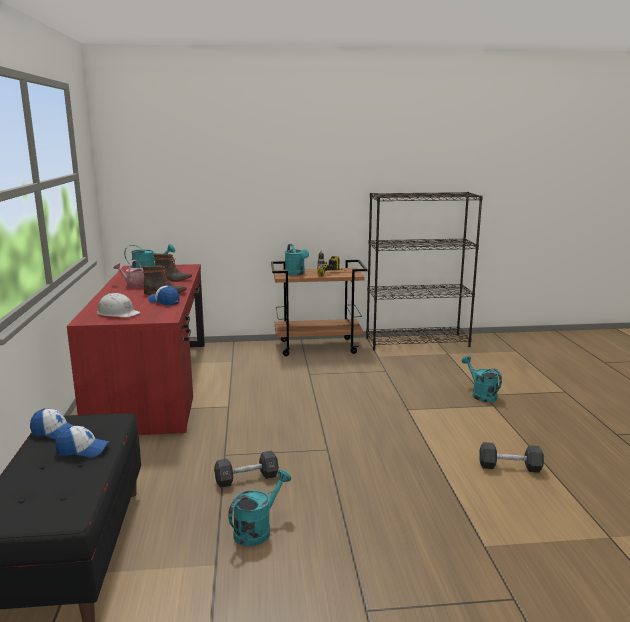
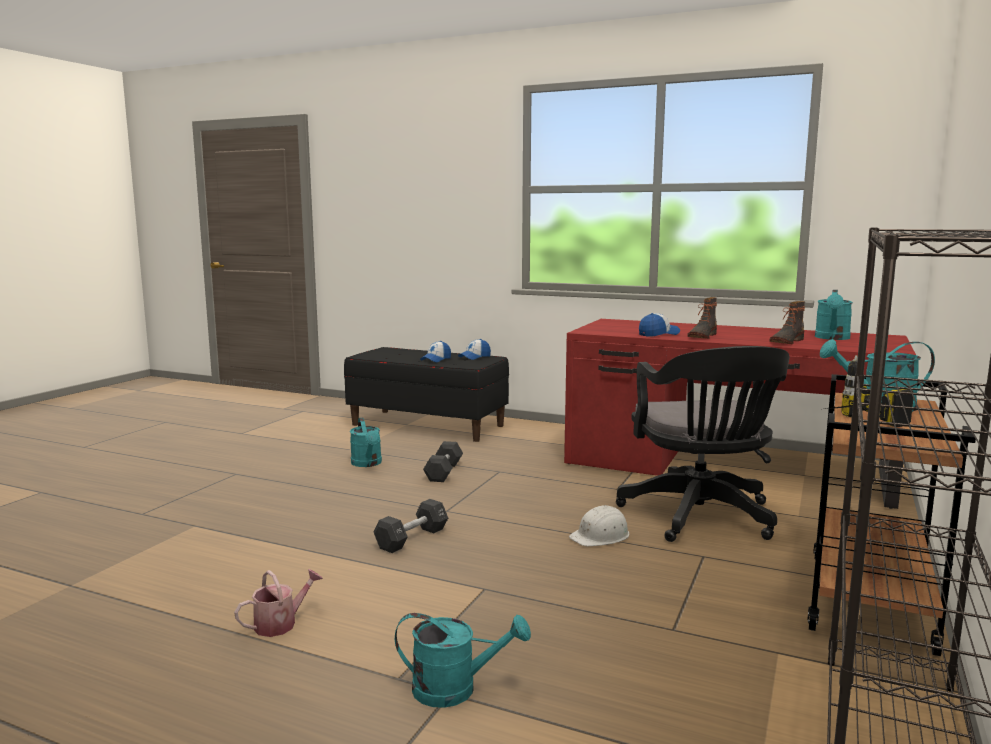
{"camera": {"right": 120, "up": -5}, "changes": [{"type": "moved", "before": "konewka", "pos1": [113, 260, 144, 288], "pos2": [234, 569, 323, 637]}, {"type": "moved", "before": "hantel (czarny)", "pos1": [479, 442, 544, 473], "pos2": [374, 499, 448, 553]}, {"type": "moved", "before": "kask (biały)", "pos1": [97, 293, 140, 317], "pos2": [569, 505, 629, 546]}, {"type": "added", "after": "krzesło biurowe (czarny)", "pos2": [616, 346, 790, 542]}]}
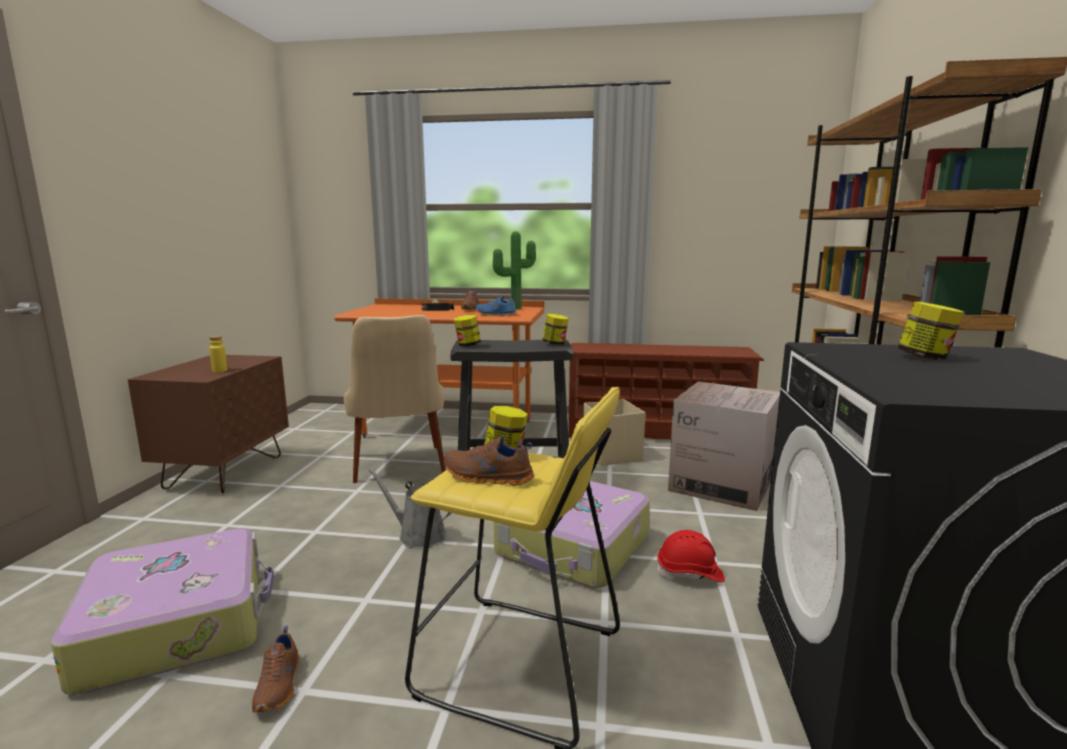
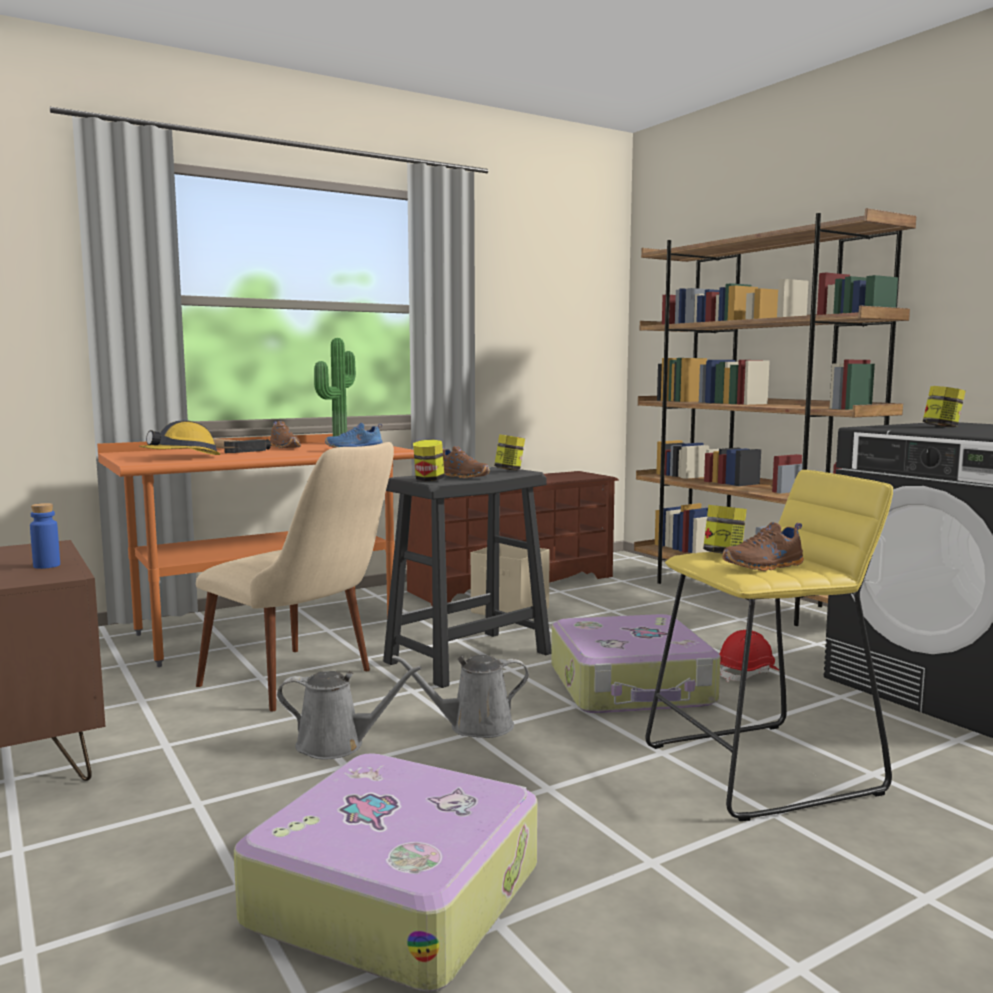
{"camera": {"right": -40, "up": -5}, "changes": [{"type": "recoloured", "before": "butelka (żółty)", "after": "butelka (niebieski)", "pos1": [209, 336, 228, 372], "pos2": [30, 503, 60, 569]}, {"type": "added", "after": "kask", "pos2": [139, 420, 220, 455]}, {"type": "added", "after": "konewka (szary)", "pos2": [277, 666, 421, 759]}, {"type": "moved", "before": "but (brązowy)", "pos1": [252, 626, 299, 713], "pos2": [443, 446, 490, 479]}, {"type": "removed", "before": "karton", "pos1": [668, 382, 780, 511]}]}
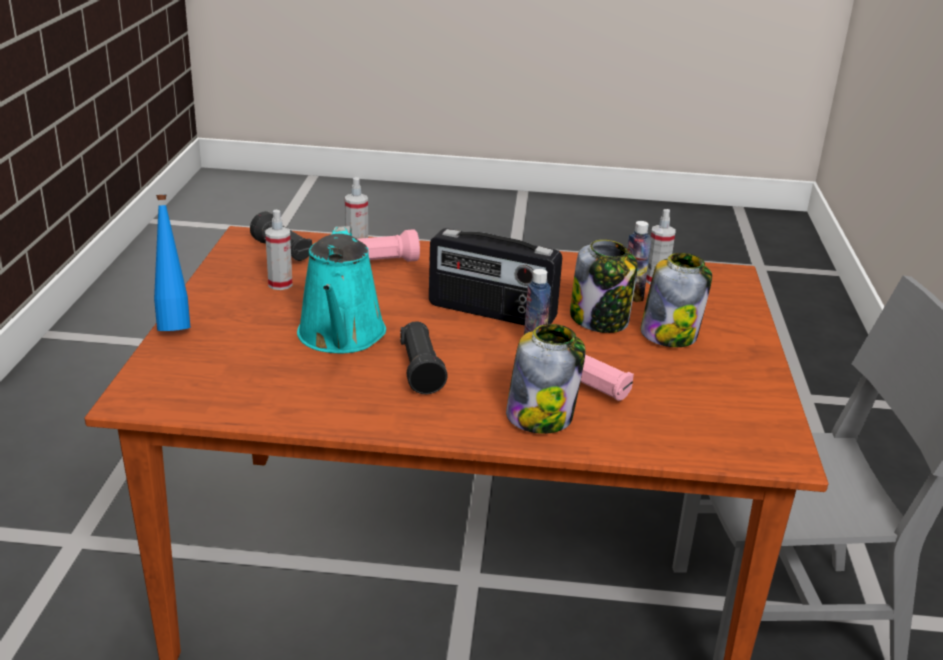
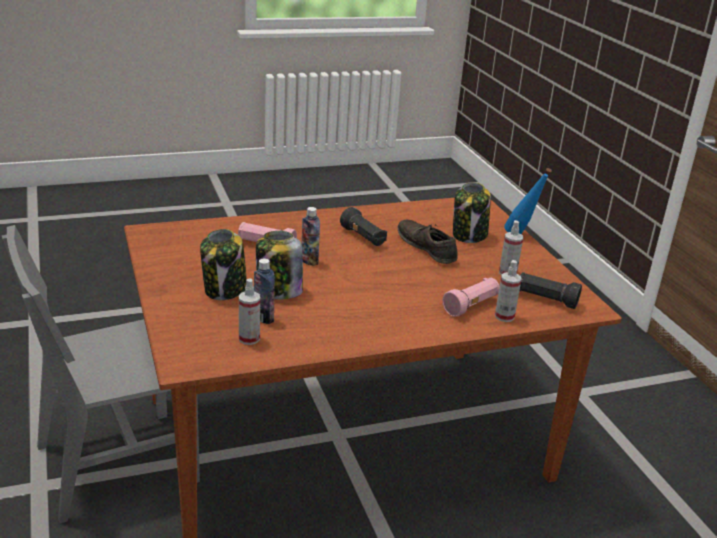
{"camera": {"right": 155, "up": 0}, "changes": [{"type": "replaced", "before": "konewka (turkusowy)", "after": "but (brązowy)", "pos1": [297, 226, 386, 354], "pos2": [398, 220, 458, 264]}, {"type": "moved", "before": "słoik", "pos1": [506, 324, 586, 434], "pos2": [453, 182, 491, 243]}, {"type": "removed", "before": "radio", "pos1": [429, 228, 562, 326]}]}
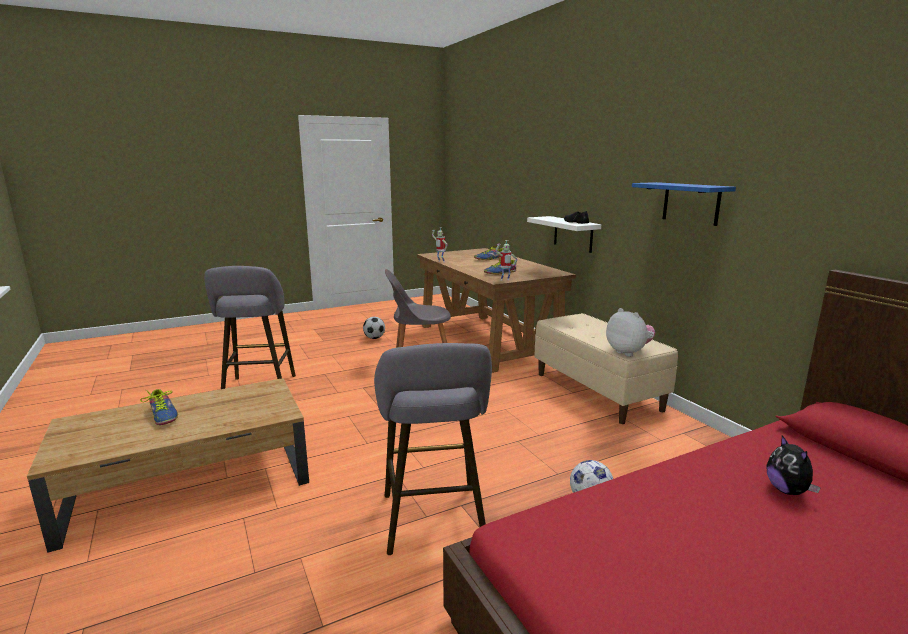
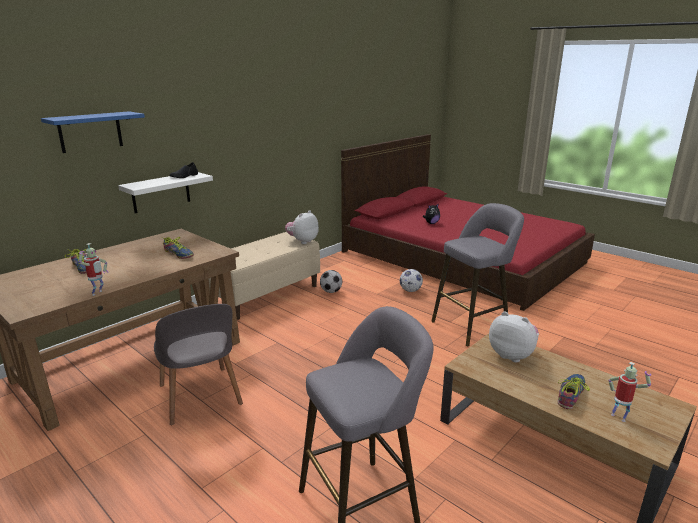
{"camera": {"right": -110, "up": 5}, "changes": [{"type": "moved", "before": "półka (niebieski)", "pos1": [632, 182, 736, 226], "pos2": [41, 111, 145, 153]}, {"type": "moved", "before": "piłka futbolowa", "pos1": [363, 317, 385, 339], "pos2": [320, 270, 342, 293]}, {"type": "added", "after": "pluszak", "pos2": [489, 311, 539, 363]}, {"type": "moved", "before": "robot zabawkowy", "pos1": [495, 240, 518, 281], "pos2": [608, 362, 652, 422]}]}
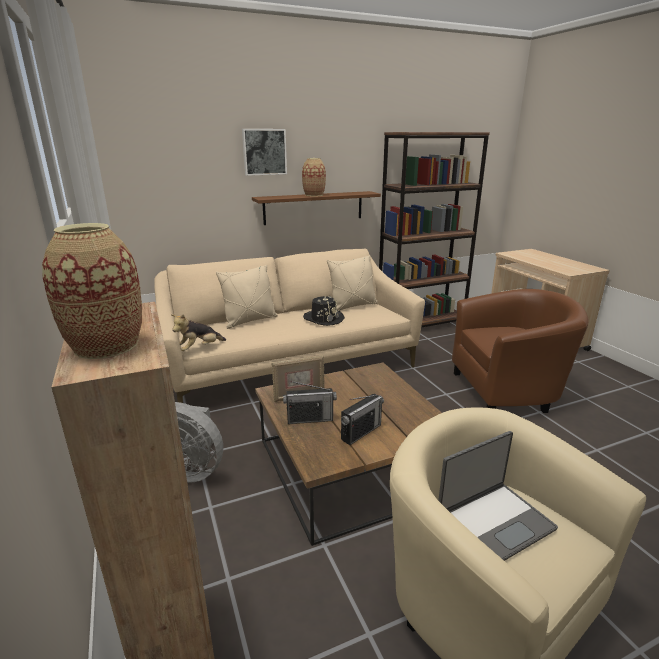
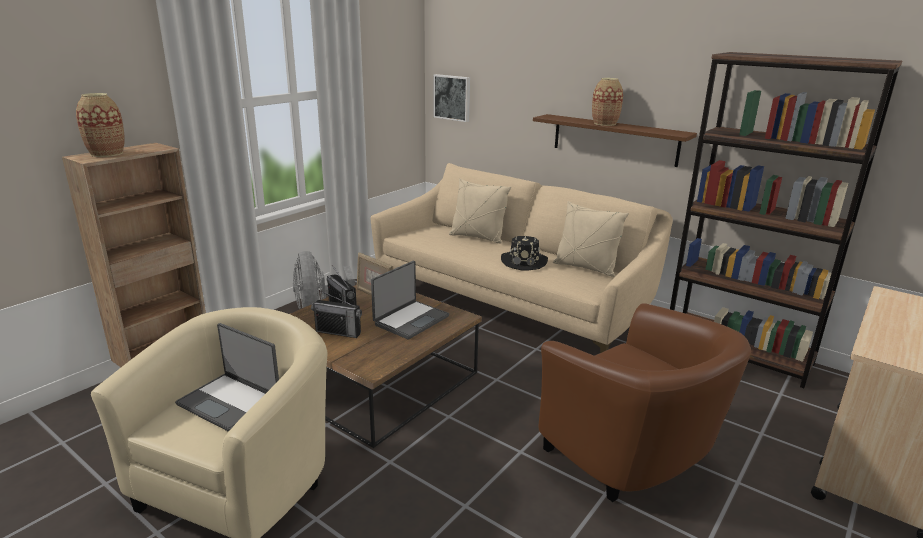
{"camera": {"right": 60, "up": 0}, "changes": [{"type": "added", "after": "laptop", "pos2": [371, 261, 449, 339]}, {"type": "moved", "before": "obraz", "pos1": [242, 129, 287, 176], "pos2": [434, 74, 470, 122]}, {"type": "removed", "before": "pluszak", "pos1": [172, 314, 226, 351]}]}
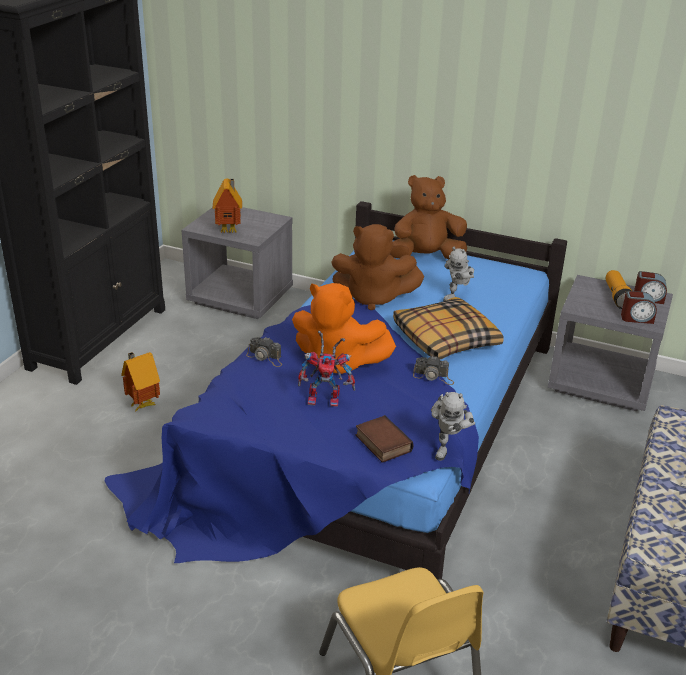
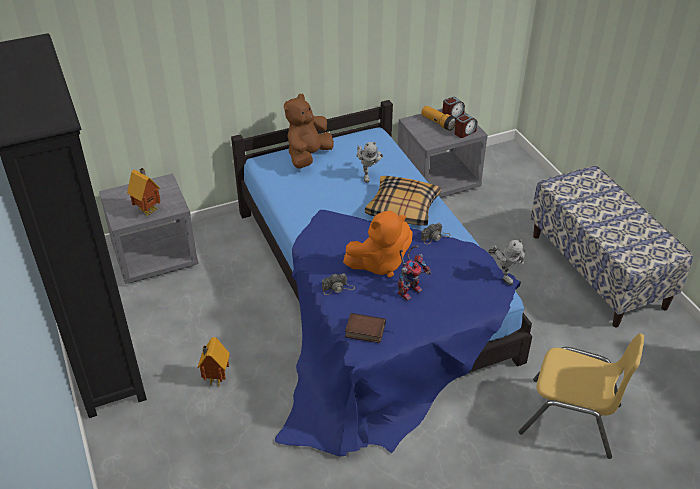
{"camera": {"right": -45, "up": 10}, "changes": [{"type": "moved", "before": "książka", "pos1": [356, 415, 414, 463], "pos2": [345, 313, 386, 343]}, {"type": "removed", "before": "pluszak (brązowy)", "pos1": [331, 224, 424, 310]}]}
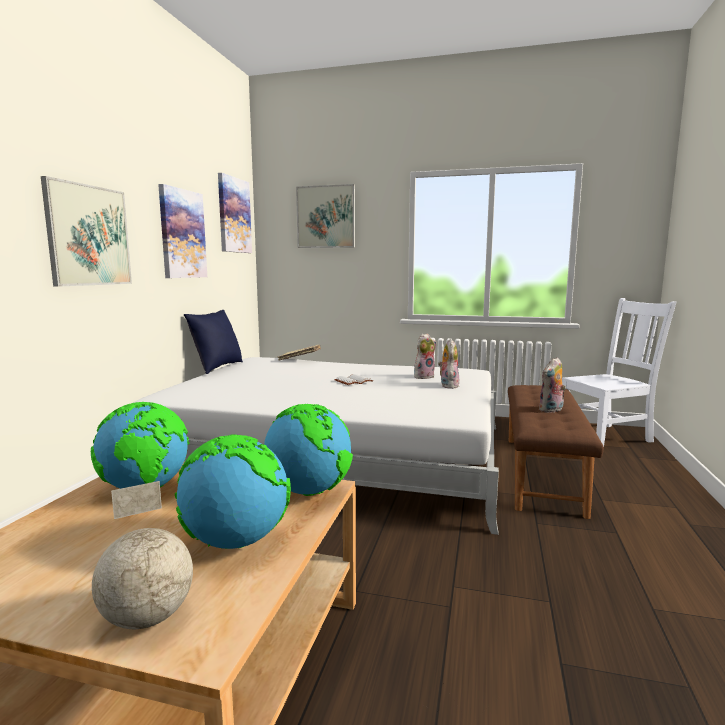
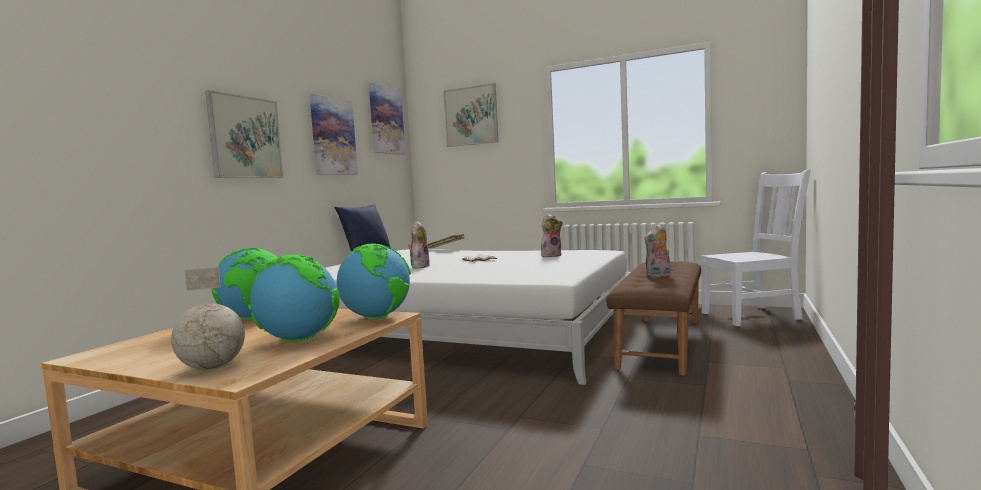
{"camera": {"right": 10, "up": -5}, "changes": [{"type": "moved", "before": "pluszak", "pos1": [438, 339, 459, 389], "pos2": [408, 221, 430, 269]}]}
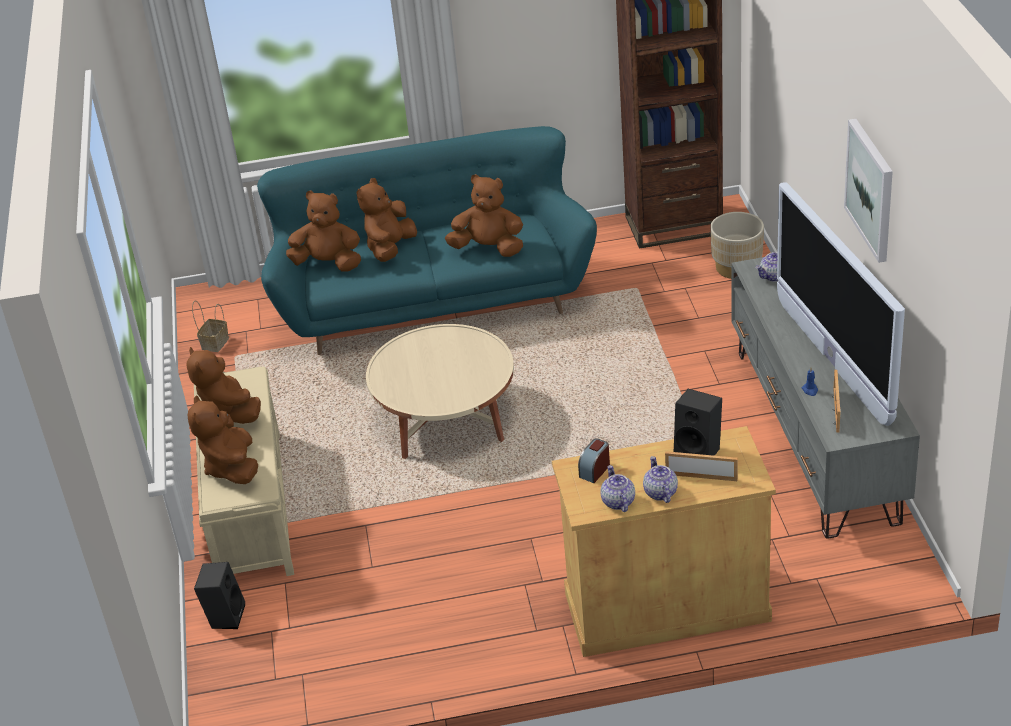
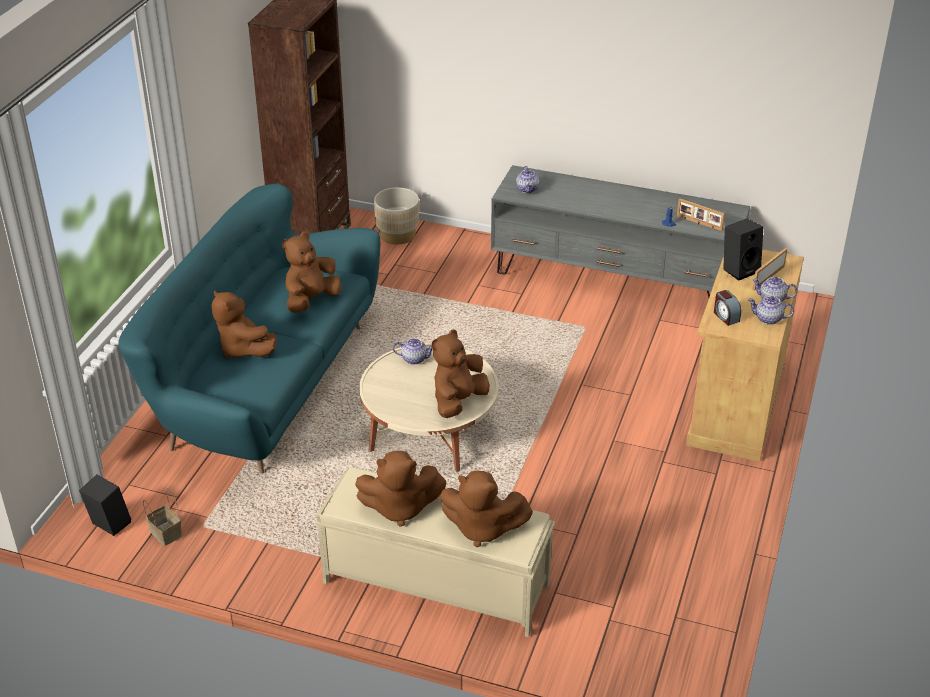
{"camera": {"right": -65, "up": 0}, "changes": [{"type": "moved", "before": "głośnik (czarny)", "pos1": [194, 562, 245, 629], "pos2": [79, 475, 131, 536]}, {"type": "added", "after": "imbryk", "pos2": [393, 338, 432, 365]}, {"type": "moved", "before": "pluszak (brązowy)", "pos1": [286, 191, 361, 272], "pos2": [432, 329, 490, 418]}, {"type": "removed", "before": "telewizor", "pos1": [777, 182, 905, 426]}, {"type": "removed", "before": "obraz", "pos1": [844, 119, 893, 263]}]}
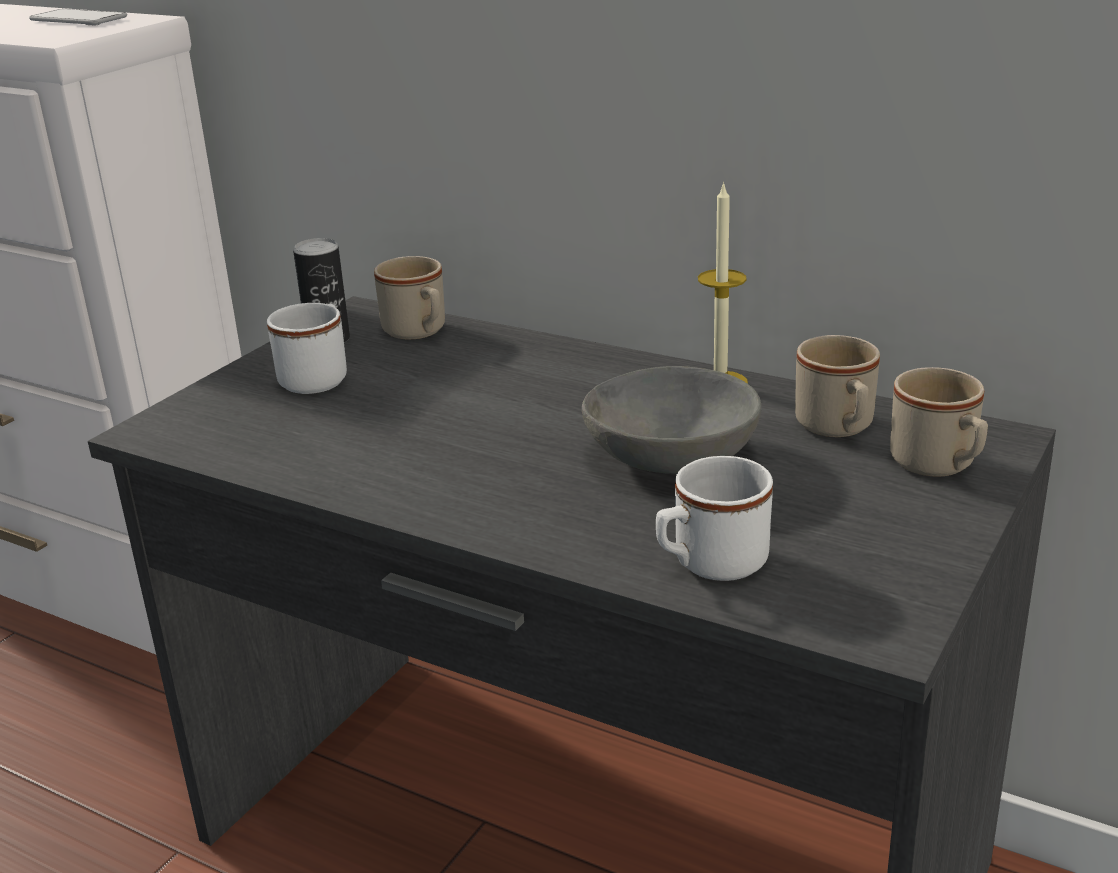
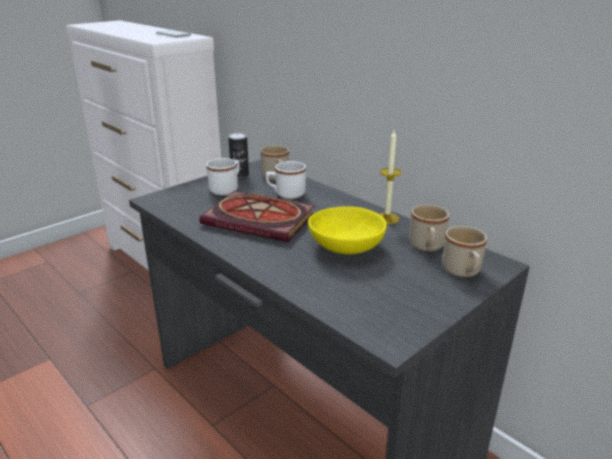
{"camera": {"right": 15, "up": 0}, "changes": [{"type": "added", "after": "książka", "pos2": [199, 191, 315, 242]}, {"type": "moved", "before": "kubek (biały)", "pos1": [656, 456, 773, 581], "pos2": [266, 161, 306, 199]}, {"type": "recoloured", "before": "miska (szary)", "after": "miska (żółty)", "pos1": [582, 366, 761, 474], "pos2": [308, 206, 387, 254]}]}
